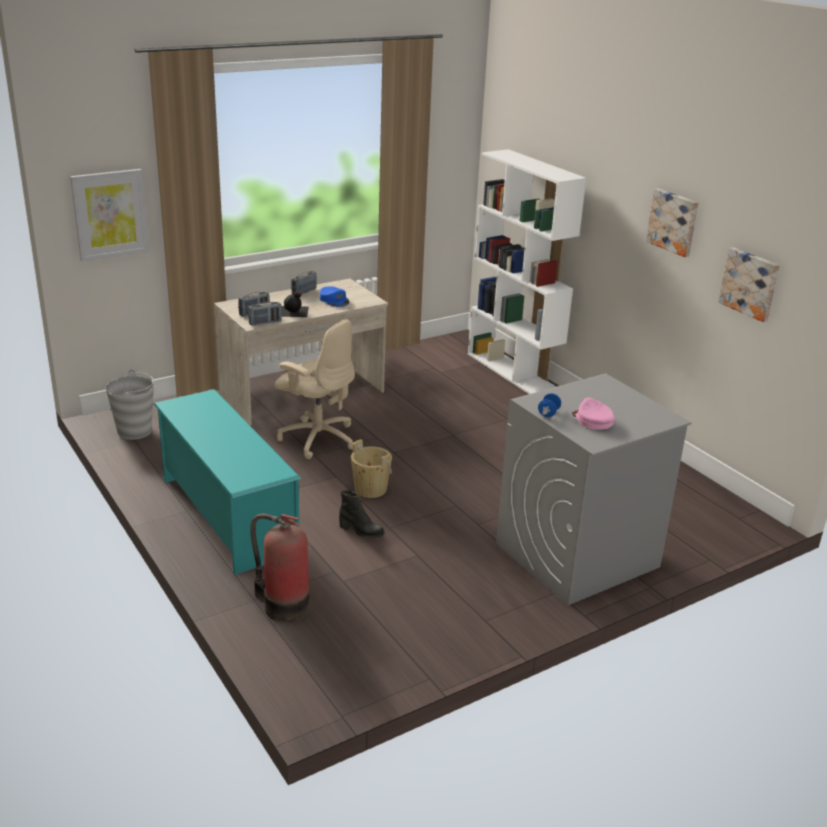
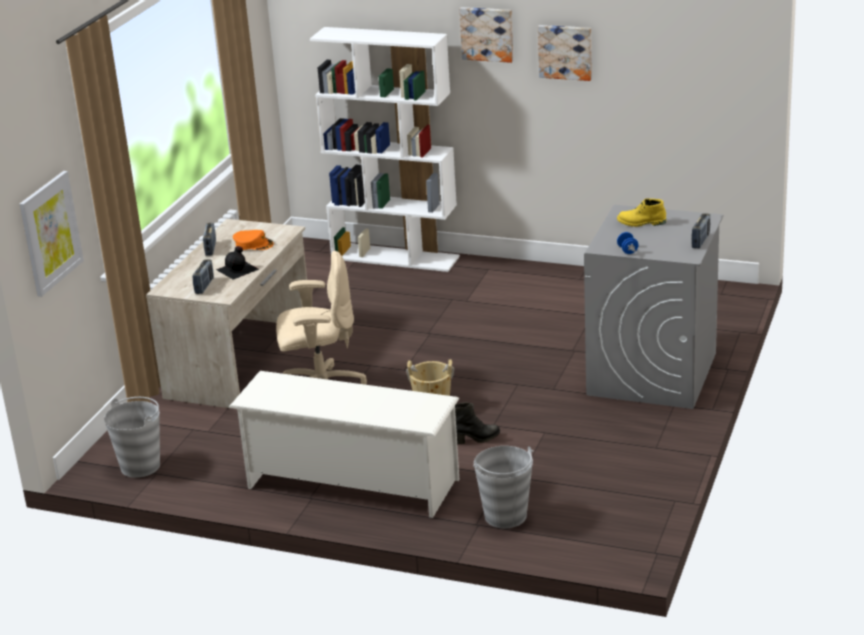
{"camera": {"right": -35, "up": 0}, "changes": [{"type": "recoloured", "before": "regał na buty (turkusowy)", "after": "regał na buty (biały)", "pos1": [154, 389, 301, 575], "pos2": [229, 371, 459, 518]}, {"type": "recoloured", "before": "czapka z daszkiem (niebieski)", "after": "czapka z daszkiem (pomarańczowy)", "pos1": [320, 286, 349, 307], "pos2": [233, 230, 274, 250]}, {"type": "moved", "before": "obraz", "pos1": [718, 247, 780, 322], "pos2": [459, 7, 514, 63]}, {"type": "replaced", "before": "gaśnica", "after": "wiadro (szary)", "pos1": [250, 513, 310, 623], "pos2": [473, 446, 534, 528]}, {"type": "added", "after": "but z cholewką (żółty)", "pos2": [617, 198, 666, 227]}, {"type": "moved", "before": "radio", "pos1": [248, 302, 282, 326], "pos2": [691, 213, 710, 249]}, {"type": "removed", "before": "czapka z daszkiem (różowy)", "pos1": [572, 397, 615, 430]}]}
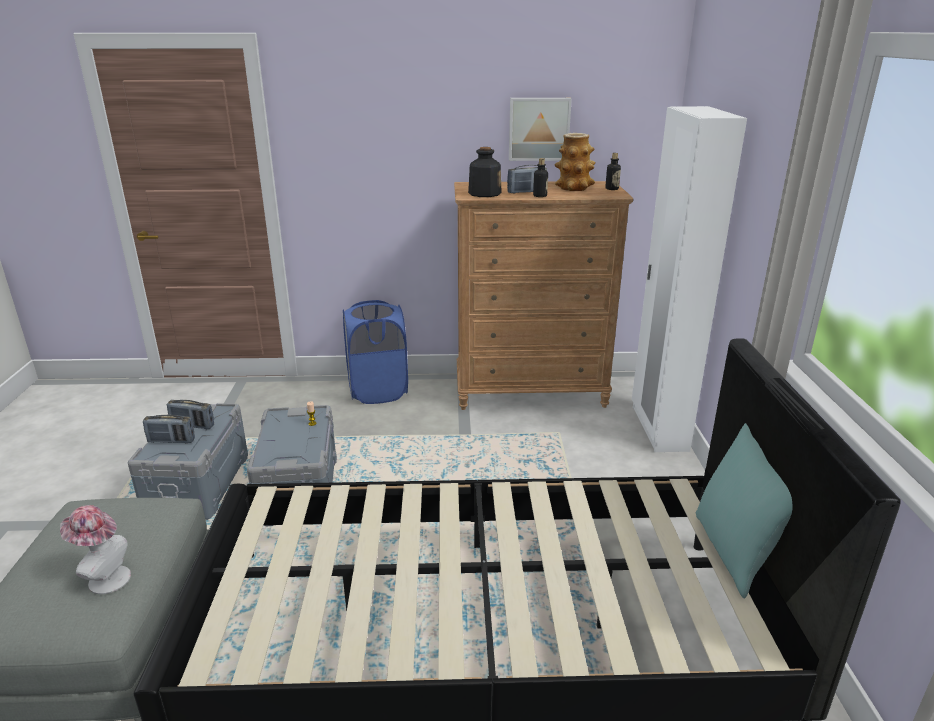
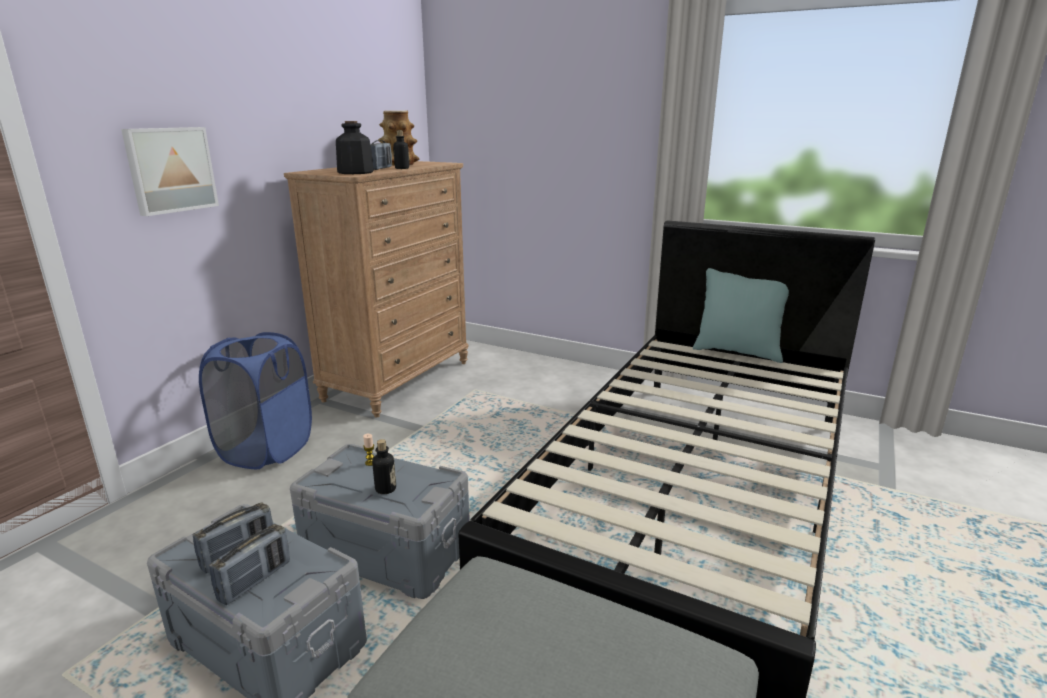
{"camera": {"right": -60, "up": -5}, "changes": [{"type": "moved", "before": "obraz", "pos1": [509, 98, 572, 161], "pos2": [121, 127, 219, 216]}, {"type": "moved", "before": "butelka", "pos1": [605, 153, 621, 190], "pos2": [372, 439, 396, 494]}, {"type": "removed", "before": "kapelusz", "pos1": [60, 505, 131, 594]}, {"type": "removed", "before": "szafa (biały)", "pos1": [632, 106, 747, 452]}]}
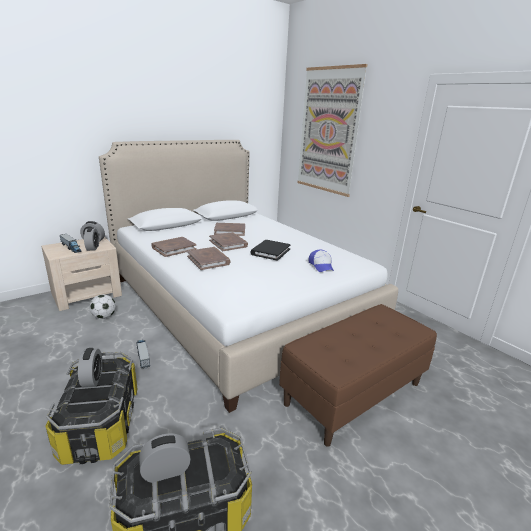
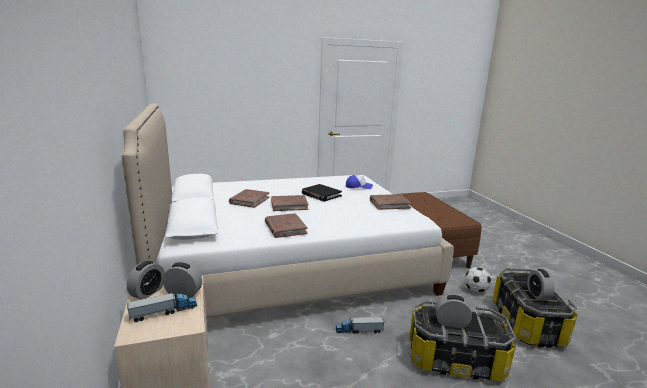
{"camera": {"right": -70, "up": -5}, "changes": [{"type": "moved", "before": "książka (brązowy)", "pos1": [187, 247, 230, 270], "pos2": [370, 194, 411, 210]}, {"type": "moved", "before": "piłka futbolowa", "pos1": [89, 294, 116, 319], "pos2": [465, 267, 491, 293]}, {"type": "removed", "before": "obraz", "pos1": [297, 64, 368, 197]}]}
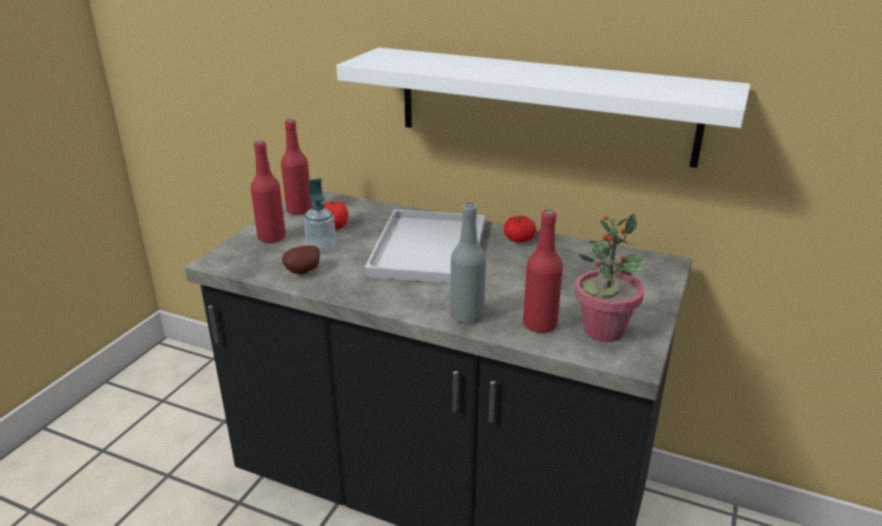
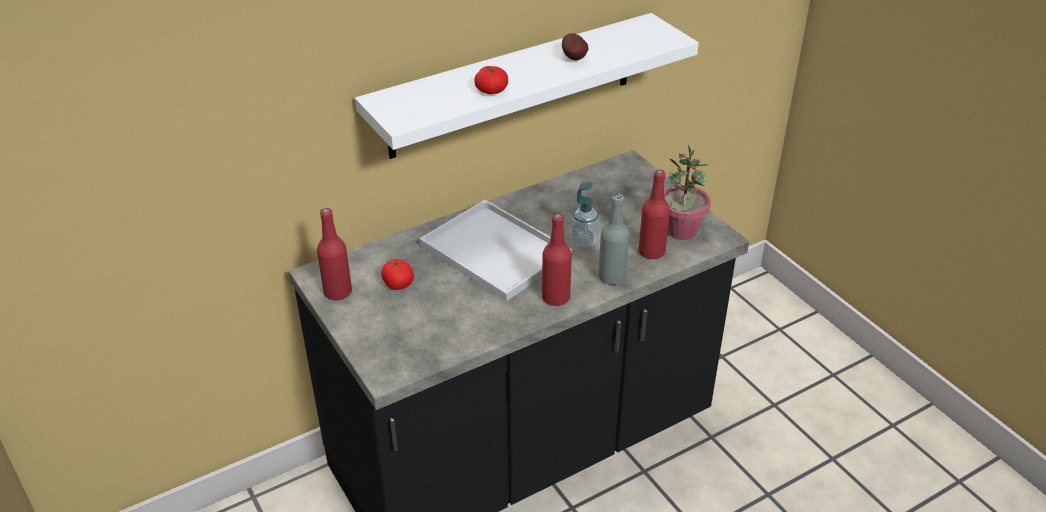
{"camera": {"right": -55, "up": 10}, "changes": [{"type": "moved", "before": "pomidor", "pos1": [504, 216, 536, 243], "pos2": [474, 66, 508, 94]}, {"type": "moved", "before": "butelka (czerwony)", "pos1": [251, 141, 286, 243], "pos2": [542, 213, 572, 306]}, {"type": "moved", "before": "ziemniak", "pos1": [282, 246, 320, 274], "pos2": [562, 33, 589, 60]}, {"type": "moved", "before": "dozownik mydła", "pos1": [304, 178, 336, 252], "pos2": [571, 182, 599, 247]}]}
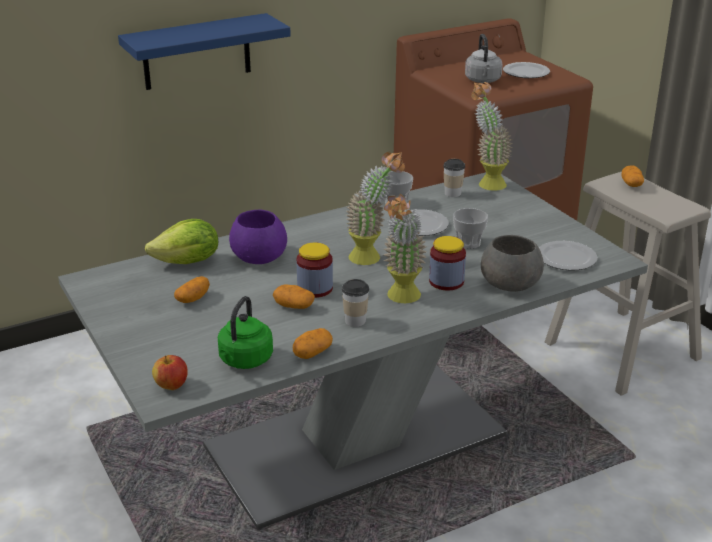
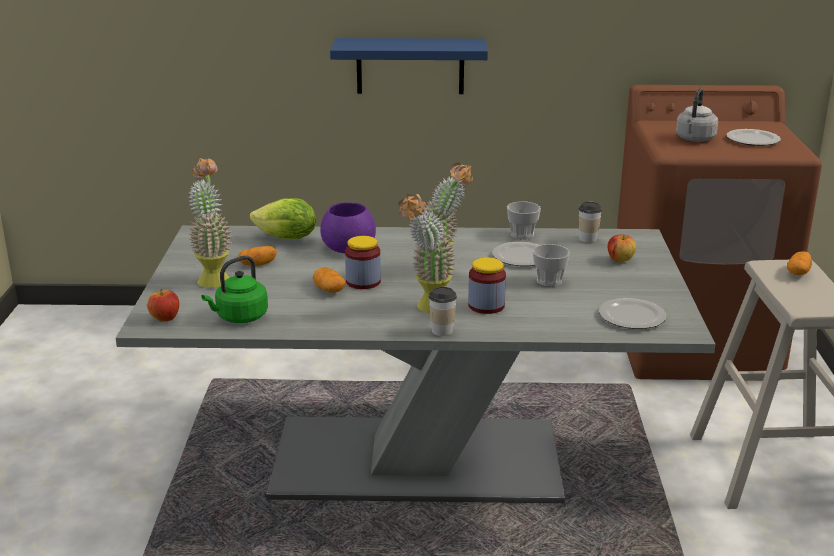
{"camera": {"right": 30, "up": -5}, "changes": [{"type": "moved", "before": "roślina doniczkowa", "pos1": [471, 82, 513, 191], "pos2": [188, 158, 232, 288]}, {"type": "moved", "before": "filiżanka", "pos1": [342, 279, 369, 327], "pos2": [429, 287, 457, 336]}, {"type": "added", "after": "jabłko", "pos2": [608, 234, 636, 263]}, {"type": "removed", "before": "ziemniak", "pos1": [293, 328, 333, 359]}, {"type": "removed", "before": "miska (szary)", "pos1": [481, 235, 544, 292]}]}
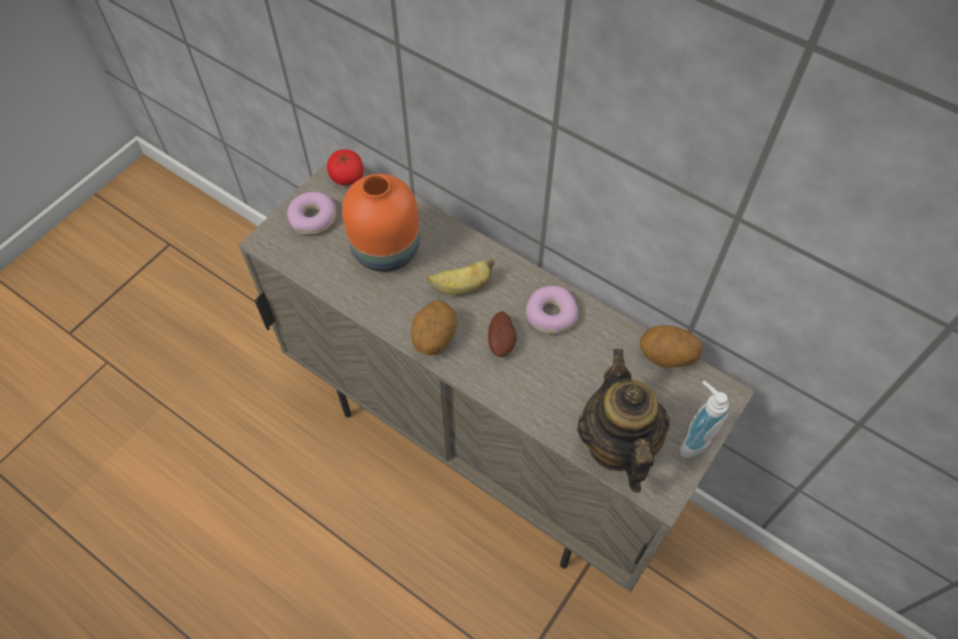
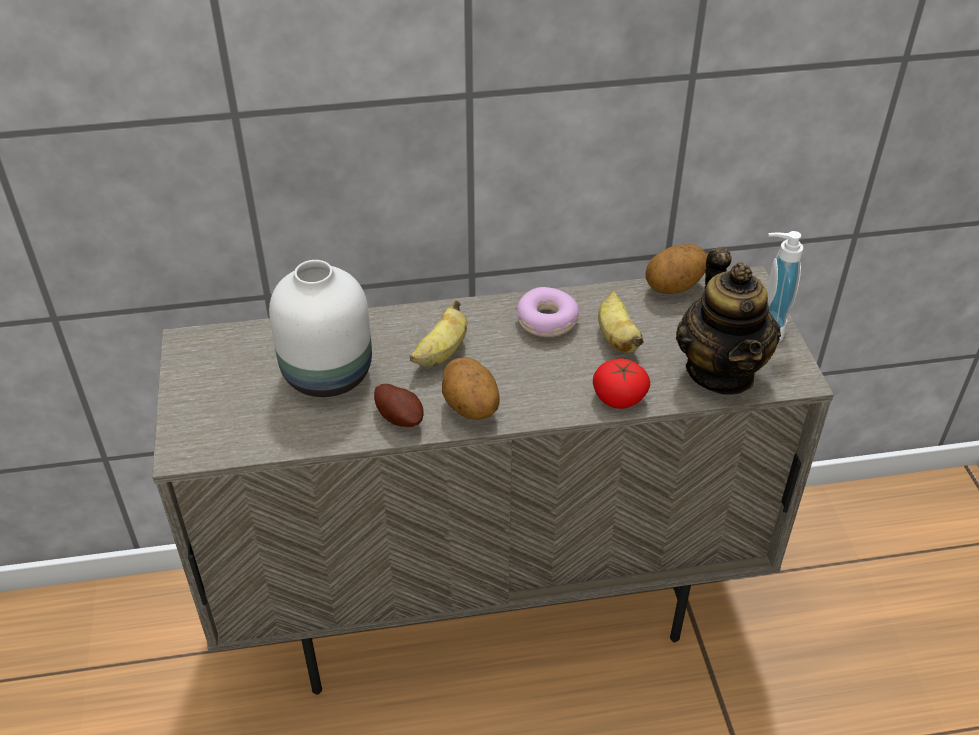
{"camera": {"right": -45, "up": -15}, "changes": [{"type": "recoloured", "before": "wazon (pomarańczowy)", "after": "wazon (biały)", "pos1": [342, 174, 420, 272], "pos2": [269, 260, 372, 397]}, {"type": "moved", "before": "ziemniak", "pos1": [488, 311, 517, 357], "pos2": [374, 384, 423, 427]}, {"type": "moved", "before": "pomidor", "pos1": [327, 149, 363, 185], "pos2": [593, 358, 650, 409]}, {"type": "added", "after": "banan", "pos2": [598, 291, 644, 353]}, {"type": "turned", "before": "imbryk", "pos1": [577, 349, 670, 493], "pos2": [676, 248, 781, 395], "turn": -135}, {"type": "removed", "before": "donut", "pos1": [287, 192, 336, 235]}]}
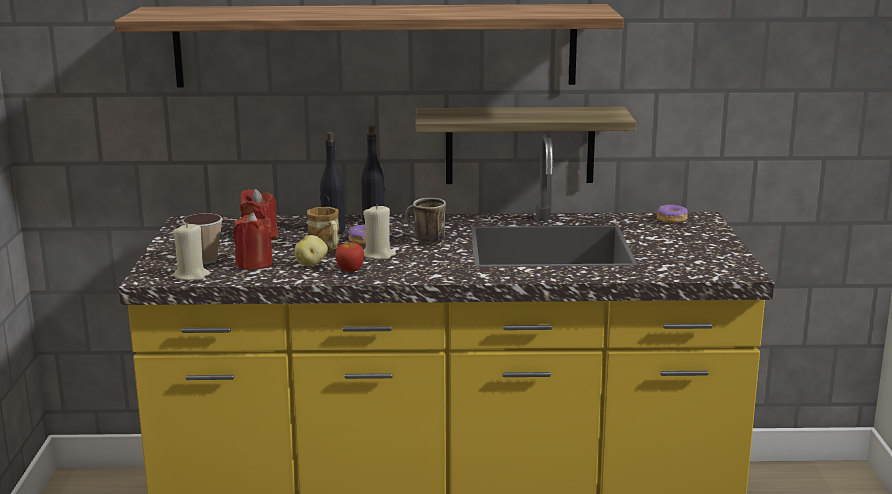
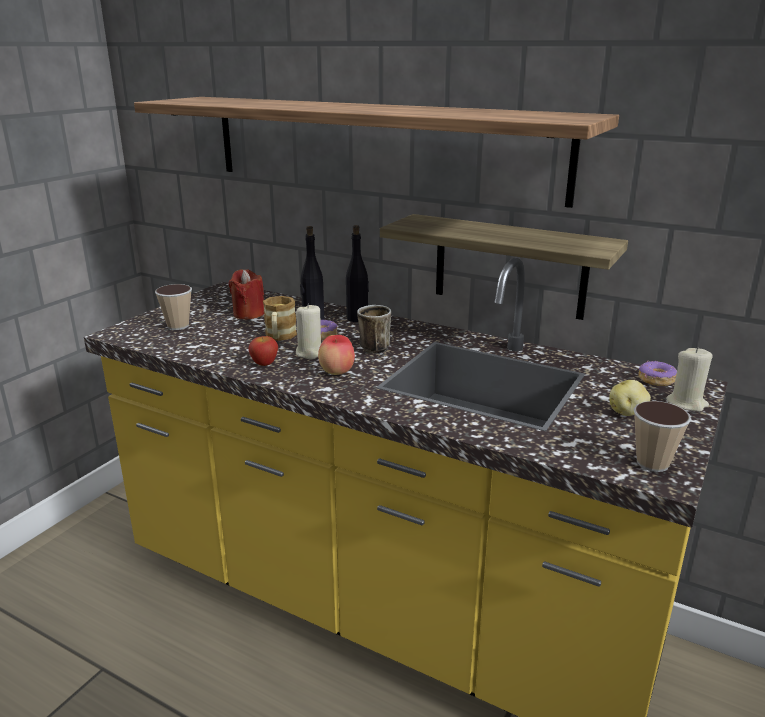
{"camera": {"right": 30, "up": 5}, "changes": [{"type": "added", "after": "jabłko", "pos2": [318, 335, 355, 375]}, {"type": "moved", "before": "ziemniak", "pos1": [295, 235, 328, 266], "pos2": [609, 380, 651, 416]}, {"type": "added", "after": "filiżanka", "pos2": [634, 401, 691, 472]}, {"type": "moved", "before": "świeca (beżowy)", "pos1": [173, 223, 210, 281], "pos2": [666, 347, 712, 412]}, {"type": "removed", "before": "świeca (czerwony)", "pos1": [233, 212, 272, 270]}]}
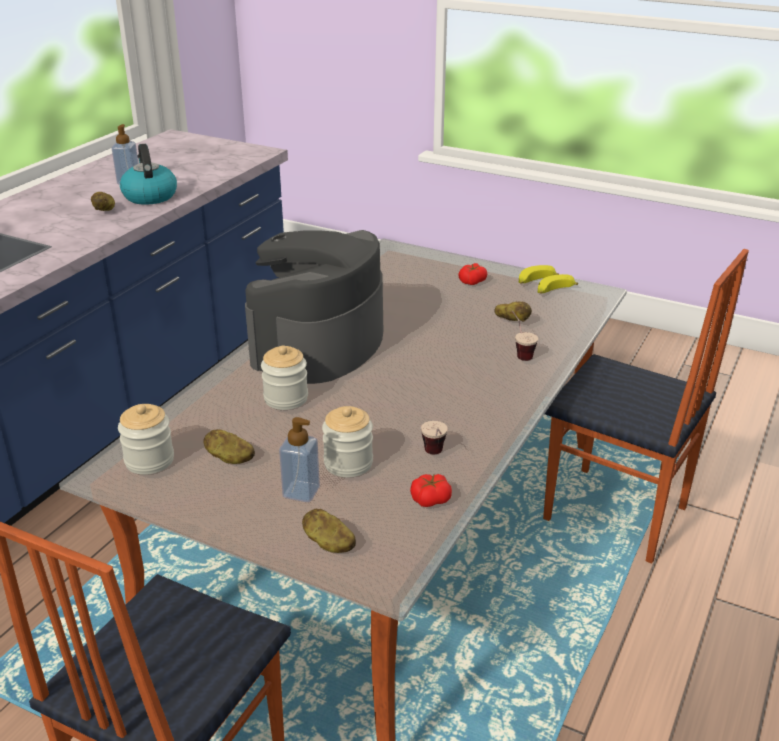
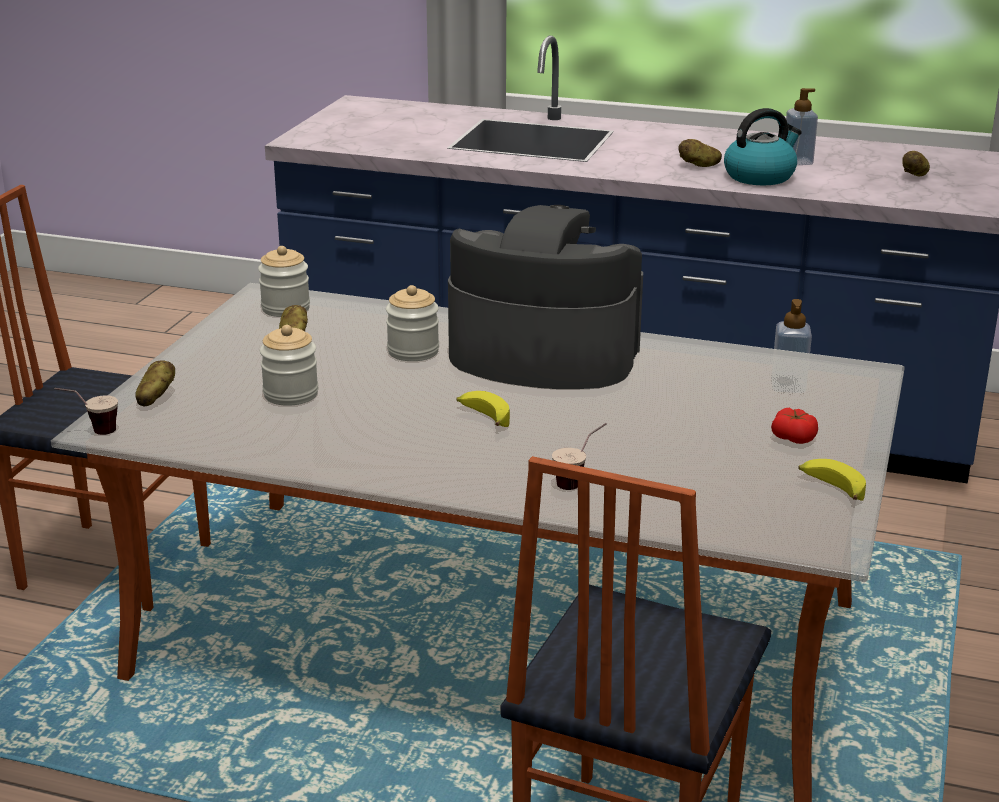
{"camera": {"right": 80, "up": -5}, "changes": [{"type": "moved", "before": "filiżanka", "pos1": [421, 421, 448, 454], "pos2": [55, 388, 118, 435]}, {"type": "moved", "before": "banan", "pos1": [538, 274, 578, 294], "pos2": [456, 391, 510, 427]}, {"type": "moved", "before": "dozownik mydła", "pos1": [279, 417, 320, 502], "pos2": [771, 299, 812, 393]}, {"type": "moved", "before": "ziemniak", "pos1": [494, 301, 532, 322], "pos2": [902, 151, 930, 176]}, {"type": "removed", "before": "pomidor", "pos1": [410, 473, 452, 507]}]}
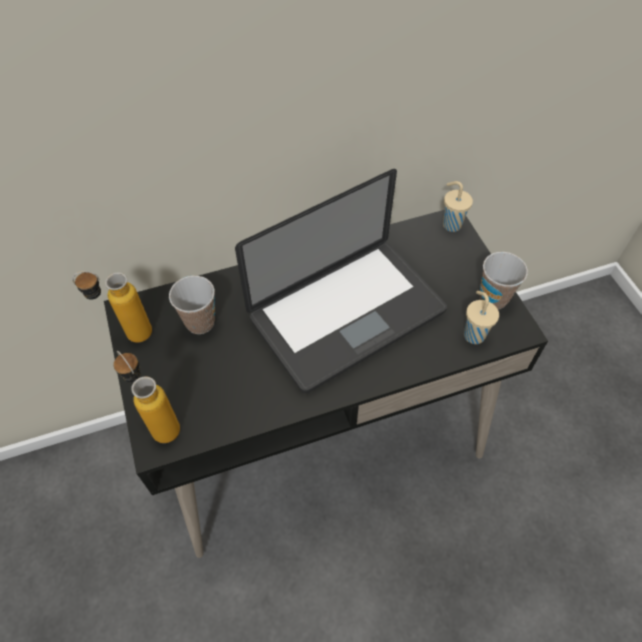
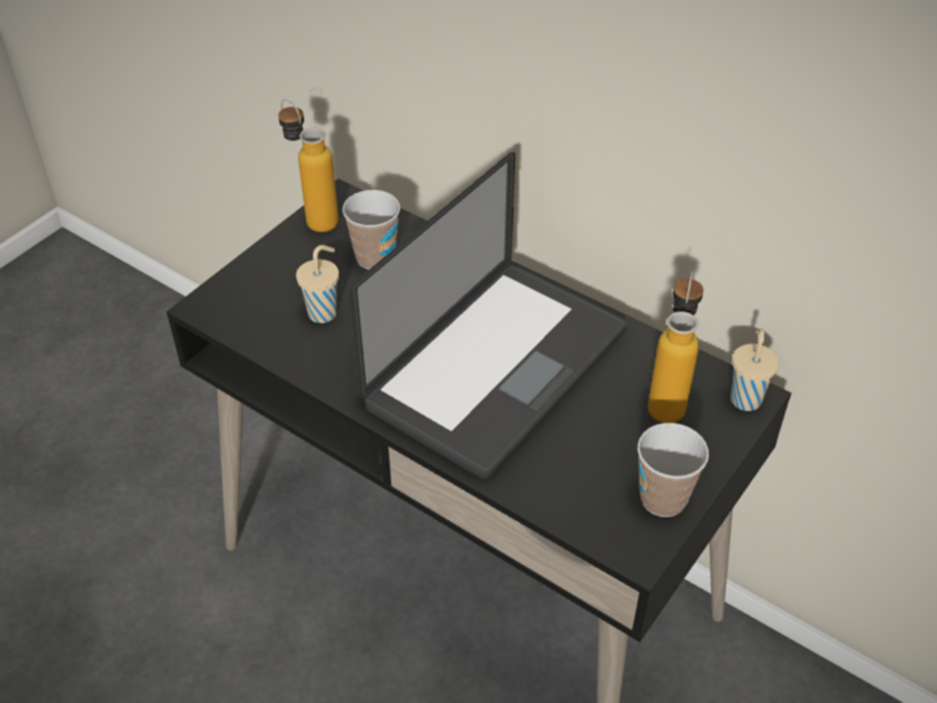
{"camera": {"right": 55, "up": -10}, "changes": [{"type": "moved", "before": "filiżanka (beżowy)", "pos1": [464, 291, 499, 344], "pos2": [296, 245, 339, 323]}, {"type": "turned", "before": "laptop", "pos1": [235, 169, 447, 393], "pos2": [349, 152, 626, 479], "turn": -75}, {"type": "moved", "before": "butelka", "pos1": [114, 351, 180, 443], "pos2": [648, 270, 703, 423]}]}
